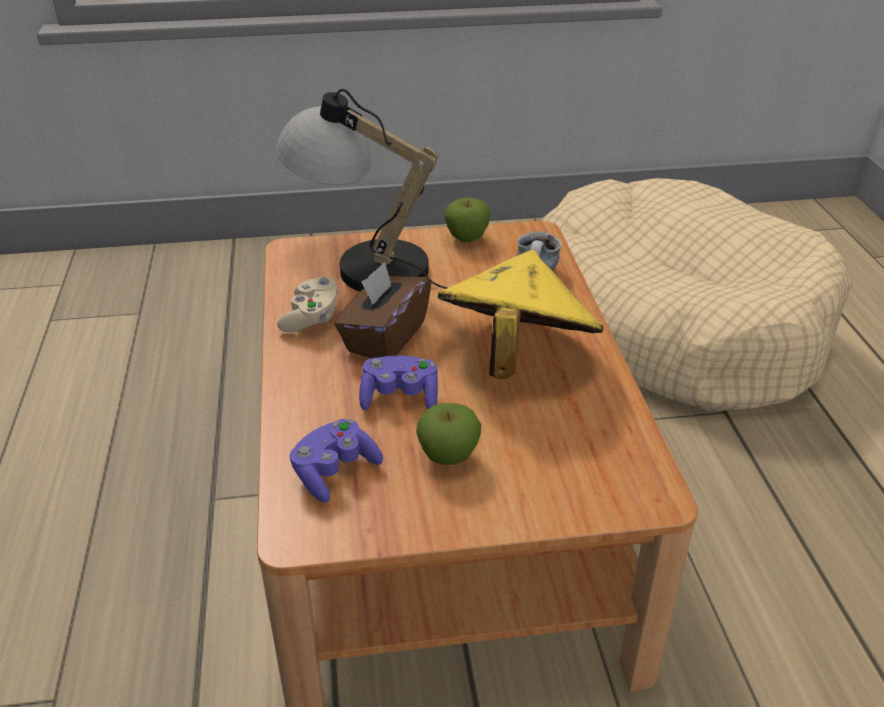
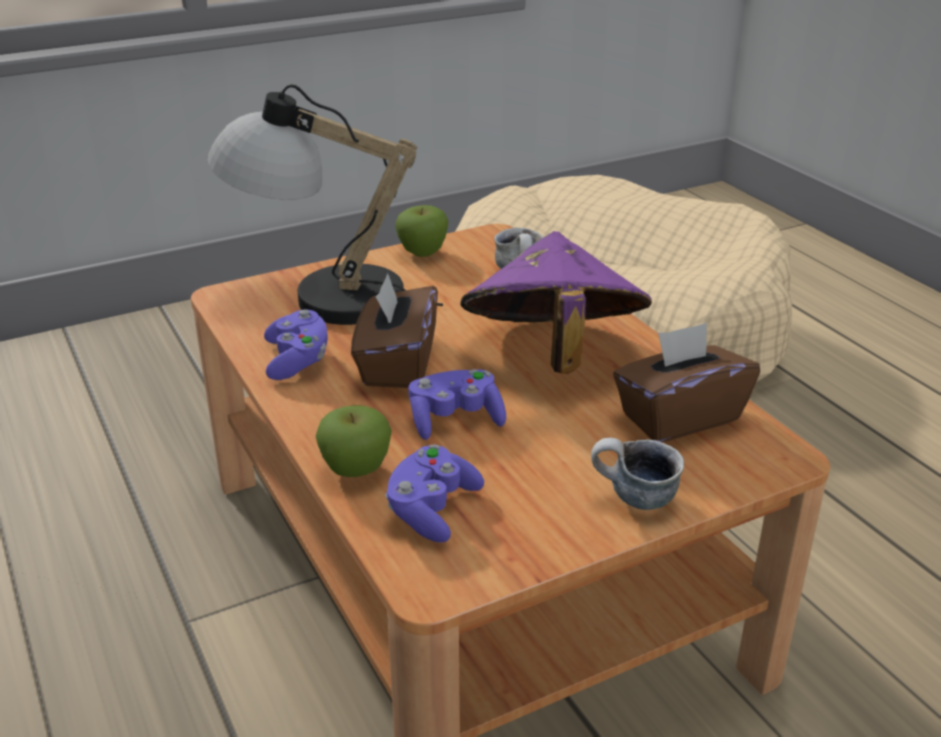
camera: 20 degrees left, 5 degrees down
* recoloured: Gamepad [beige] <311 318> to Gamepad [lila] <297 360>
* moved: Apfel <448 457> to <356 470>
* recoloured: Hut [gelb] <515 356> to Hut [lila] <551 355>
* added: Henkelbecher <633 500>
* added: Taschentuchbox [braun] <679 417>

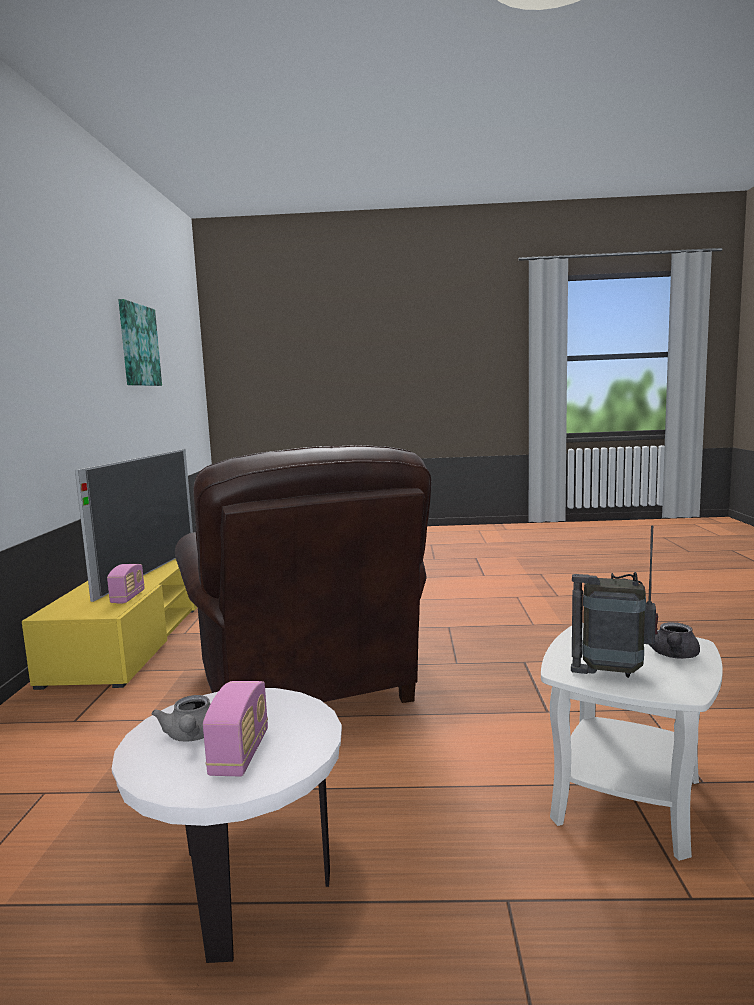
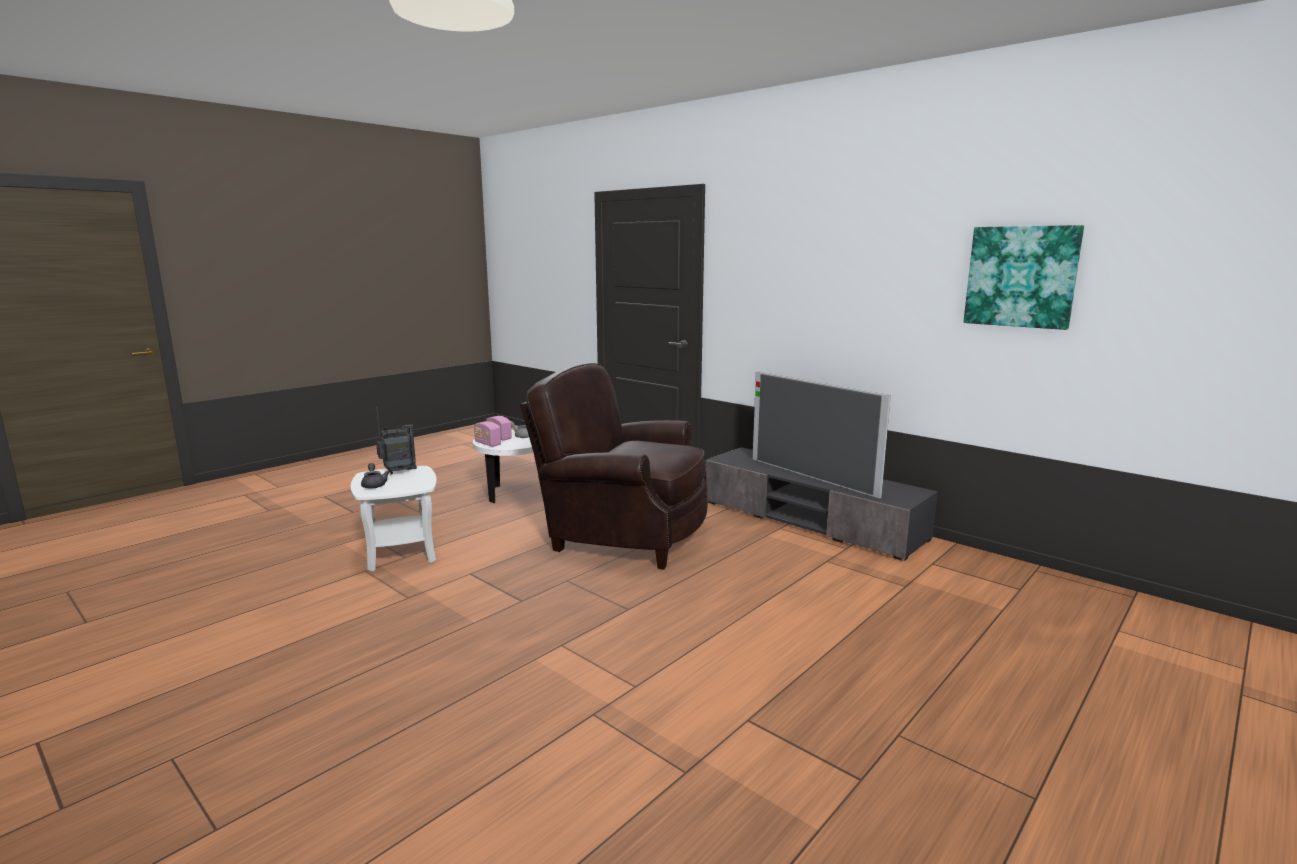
camera: 130 degrees right, 5 degrees up
* recoloured: Fernsehschrank [gelb] <143 629> to Fernsehschrank [grau] <810 520>
* moved: Radio <128 597> to <487 444>

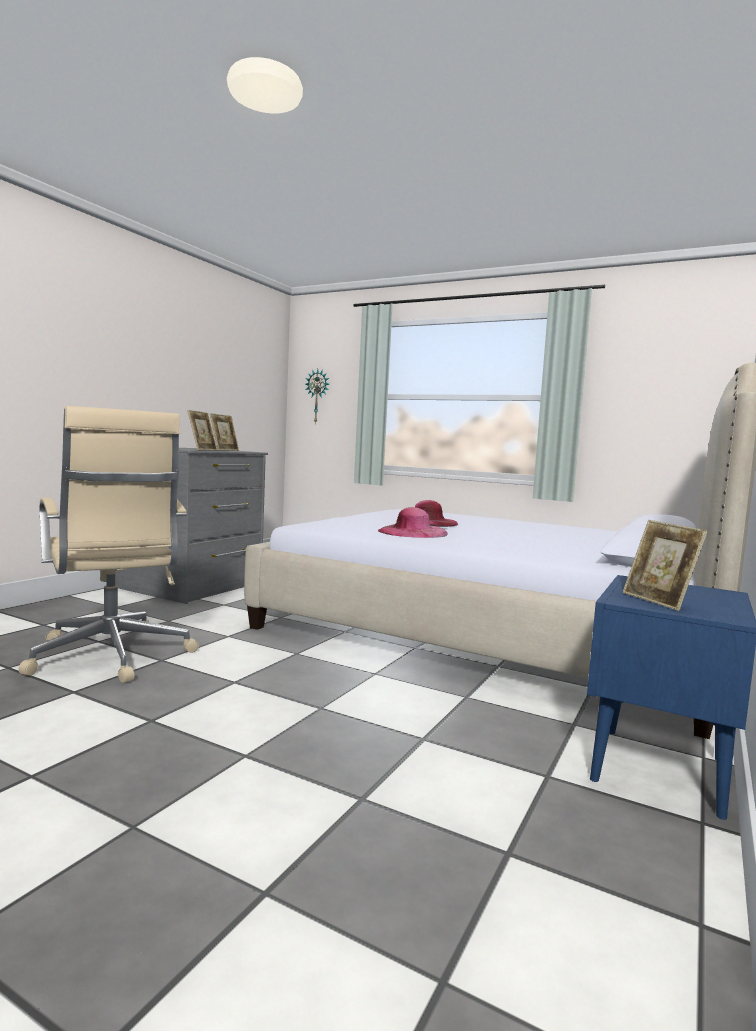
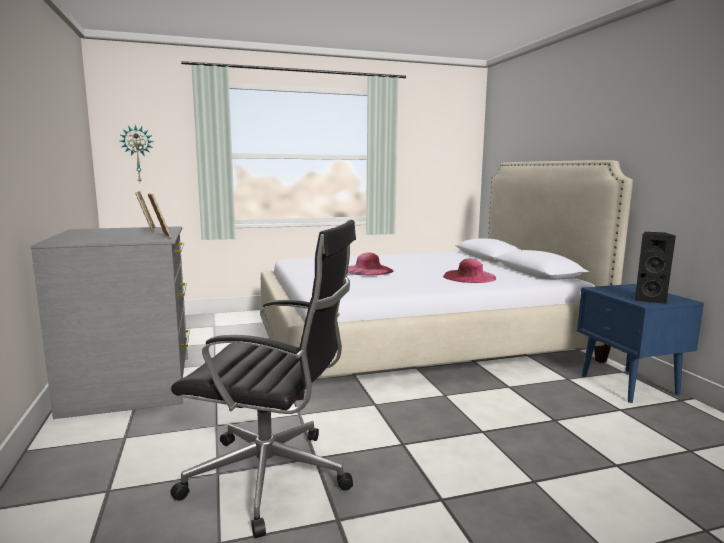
camera: 45 degrees left, 5 degrees up
* recoloured: Bürostuhl [beige] <111 657> to Bürostuhl [schwarz] <273 478>
* moved: Hut [rosa] <412 532> to <469 277>
* replaced: Bilderrahmen <658 601> to Lautsprecher [schwarz] <649 299>

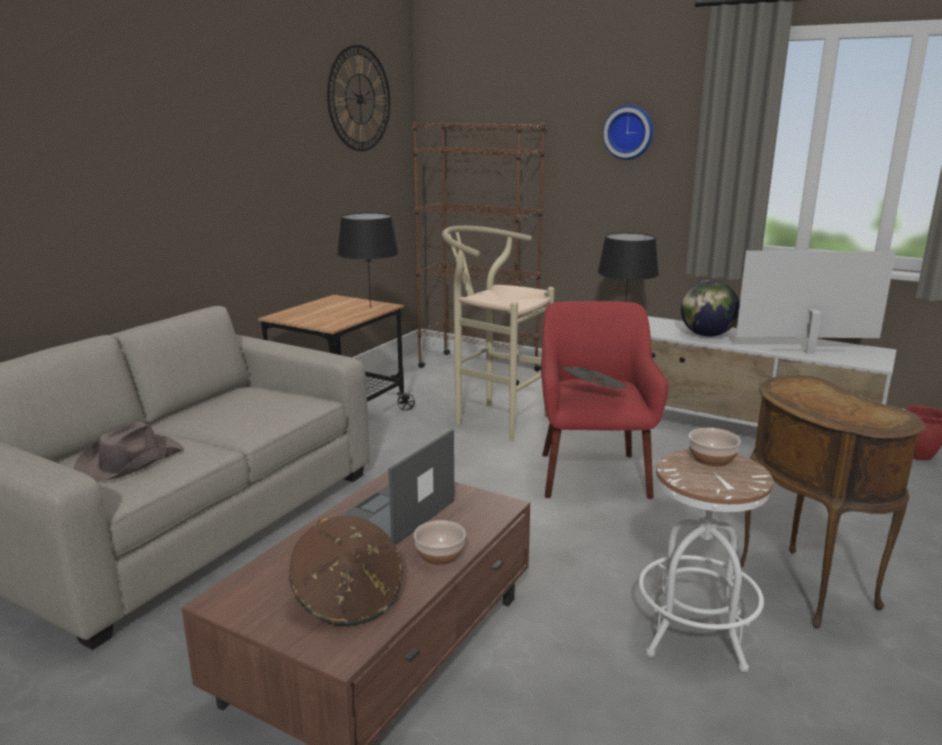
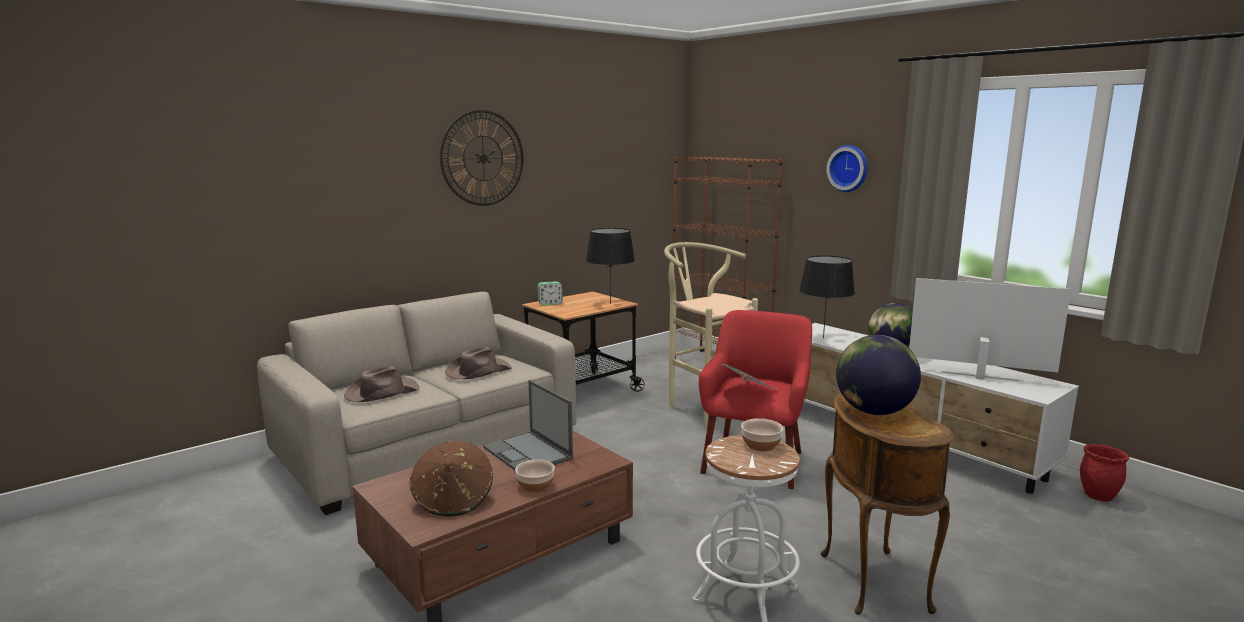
camera: 20 degrees right, 5 degrees down
* moved: Wanduhr <359 99> to <483 158>
* turned: Laptop <394 513> = <528 453> 90 degrees counterclockwise
* added: Hut [braun] <477 371>
* added: Wecker <550 303>
* added: Globus <873 411>

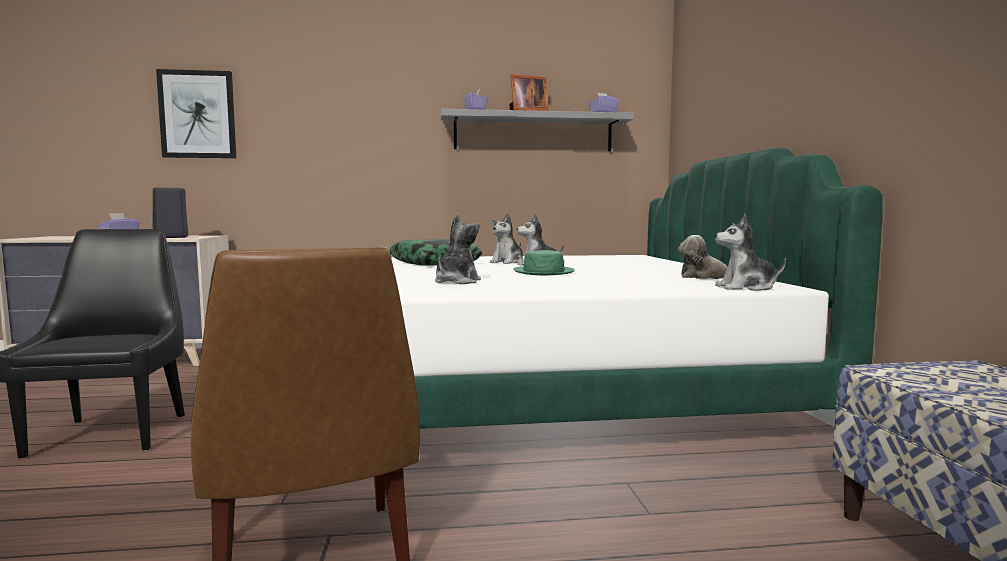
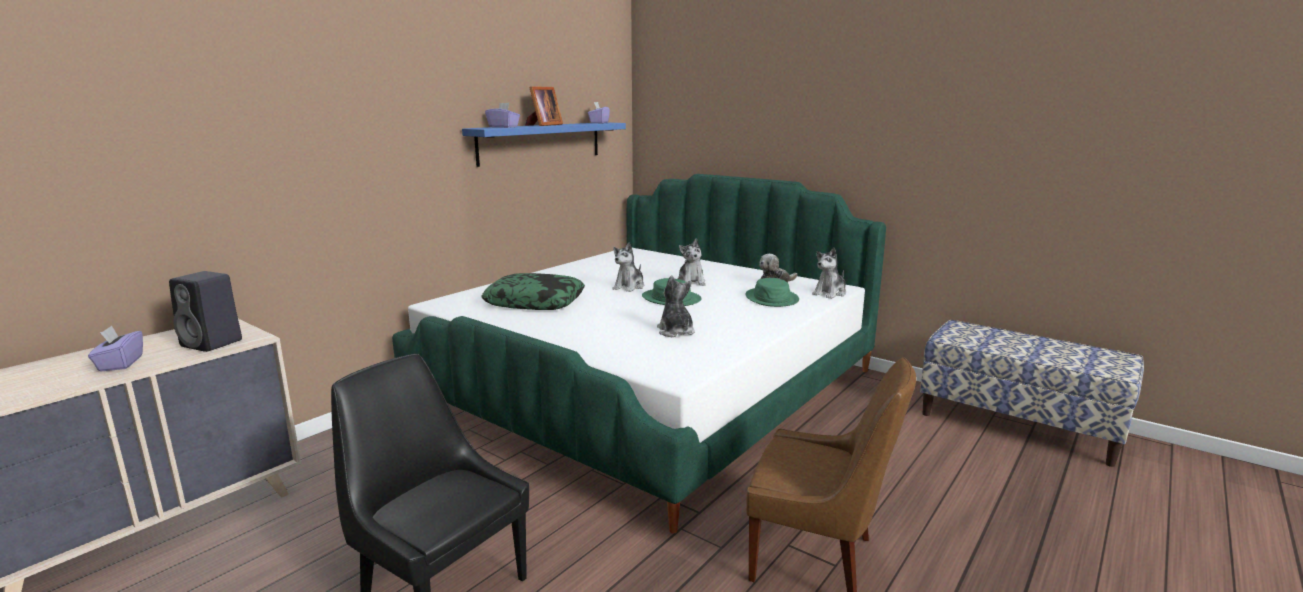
camera: 45 degrees left, 10 degrees up
* removed: Bild <197 114>
* recoloured: Wandregal [grau] <533 133> to Wandregal [blau] <541 142>
* moved: Plüschtier <508 262> to <691 282>
* added: Hut [grün] <772 298>

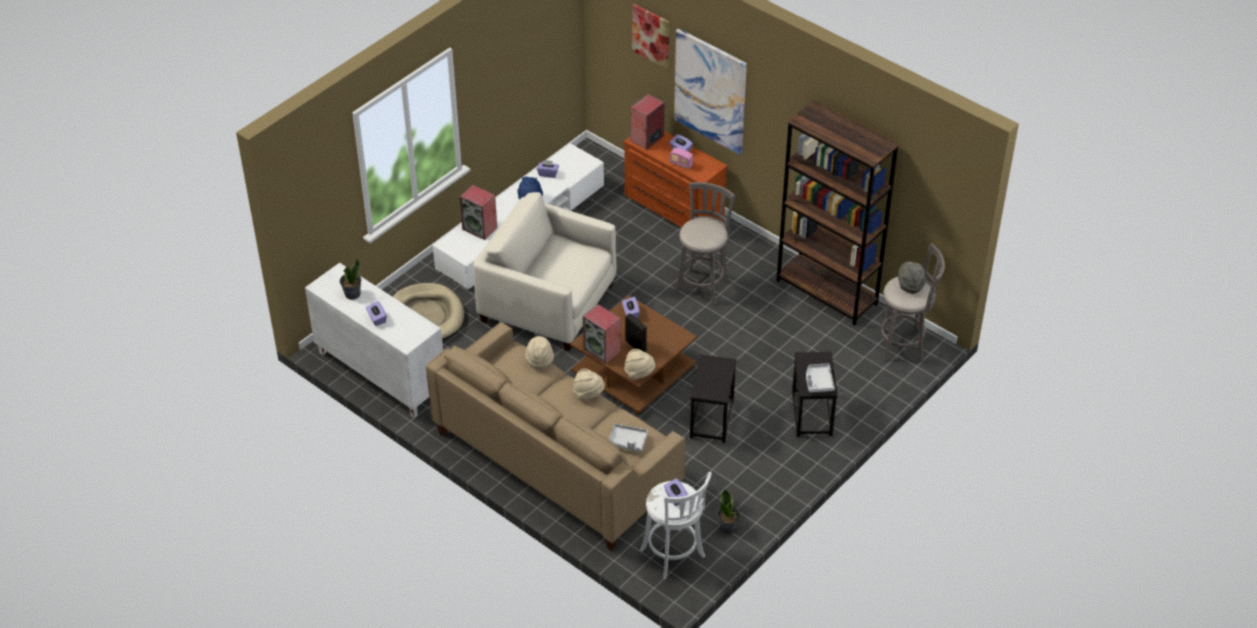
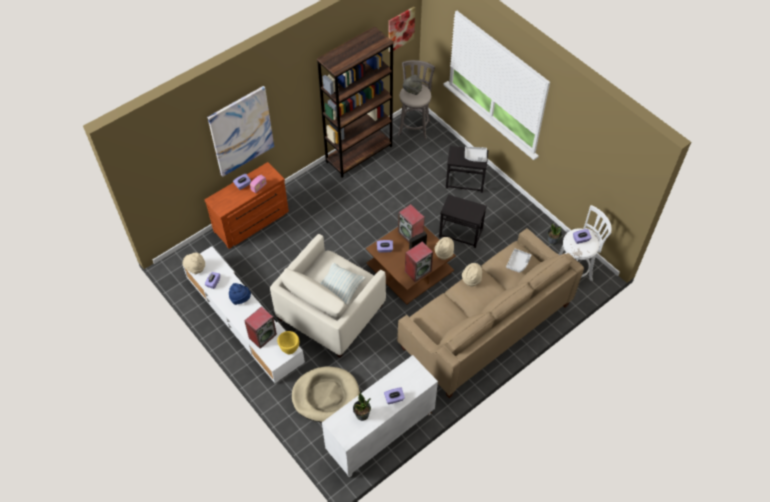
camera: 80 degrees left, 10 degrees up
* moved: Hut [beige] <539 361> to <195 268>
* moved: Lautsprecher <647 139> to <411 234>
* moved: Bild <651 35> to <400 29>
* removed: Hocker [grau] <702 284>
* added: Schüssel [gelb] <289 348>
* added: Kissen <340 289>

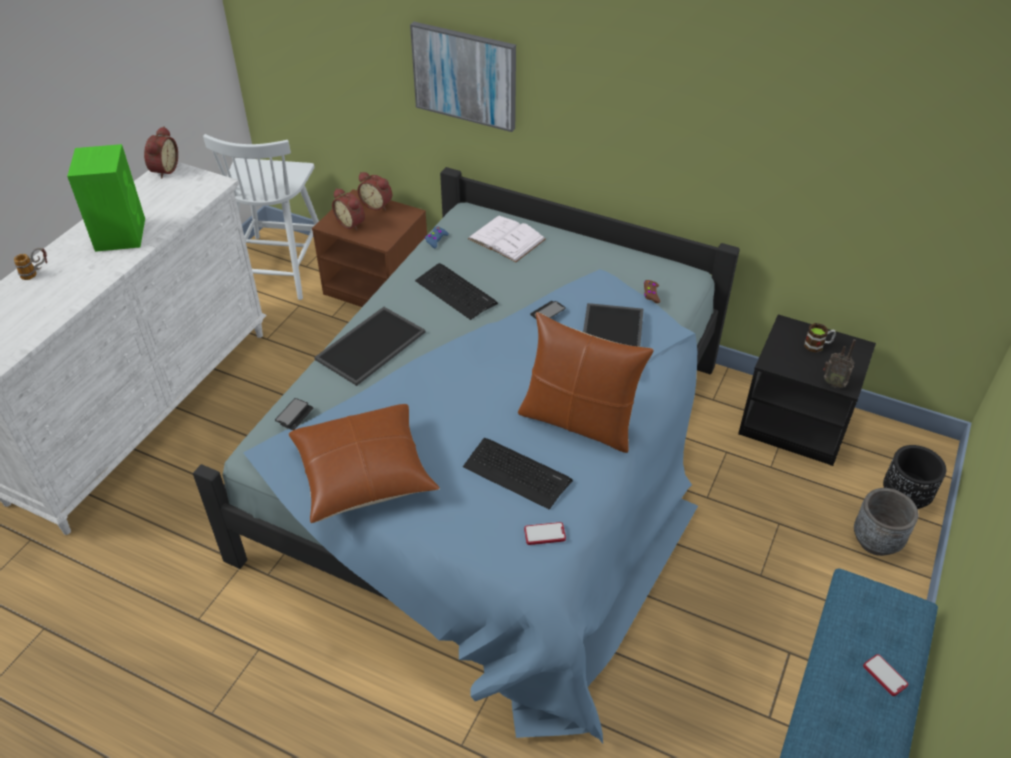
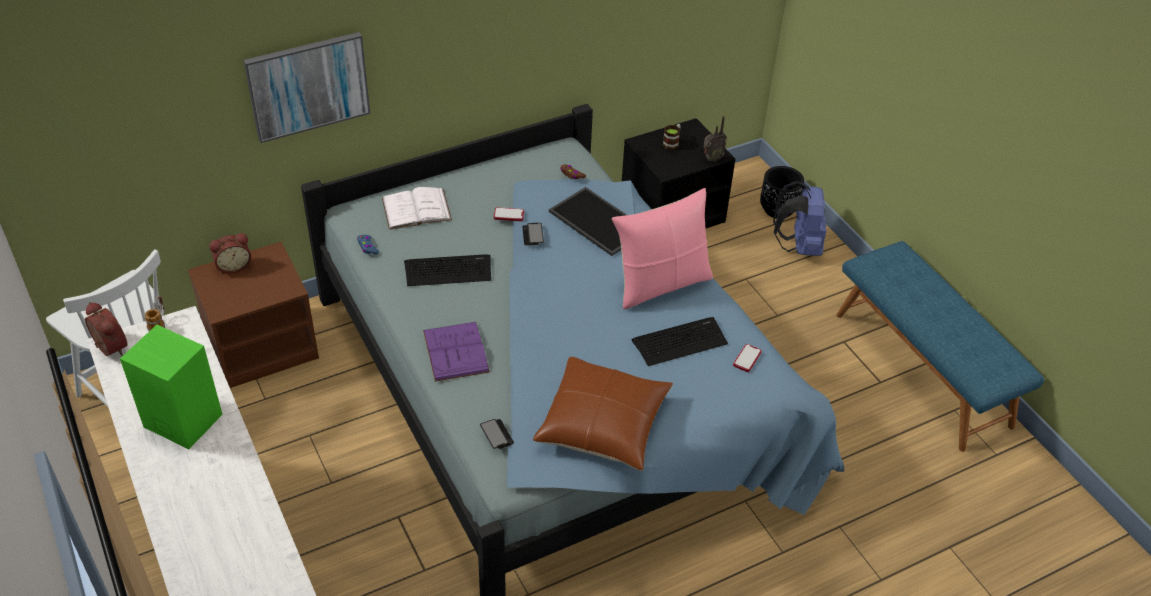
camera: 55 degrees left, 0 degrees up
* moved: Henkelbecher <36 272> to <159 324>
* replaced: Tablett <370 344> to Buch [lila] <456 351>
* removed: Wecker <352 223>
* recoloured: Kissen [braun] <578 421> to Kissen [rosa] <661 284>
* replaced: Pflanzkübel [grau] <876 541> to Rucksack [blau] <798 246>
* moved: Handy <885 675> to <509 215>

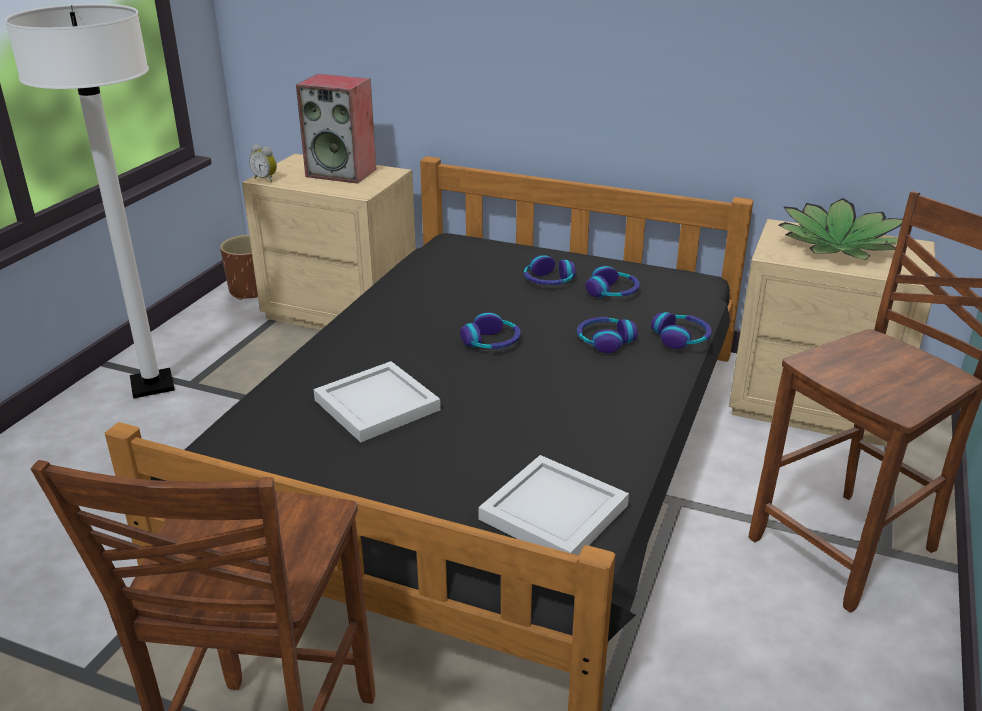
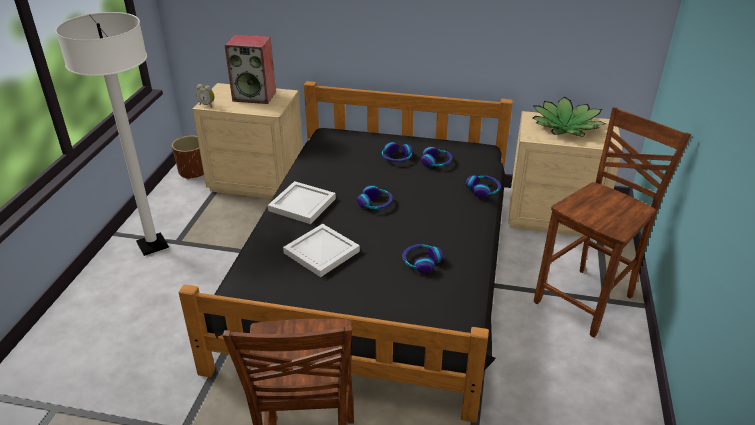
camera: 10 degrees left, 5 degrees up
* moved: Tablett [weiß] <554 514> to <302 205>
* moved: Kopfhörer <604 341> to <421 262>

